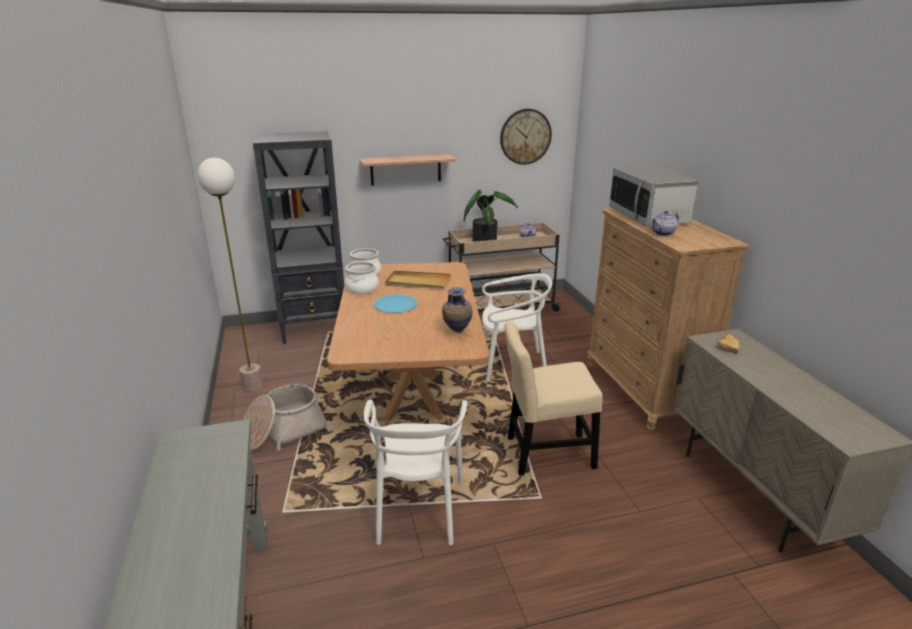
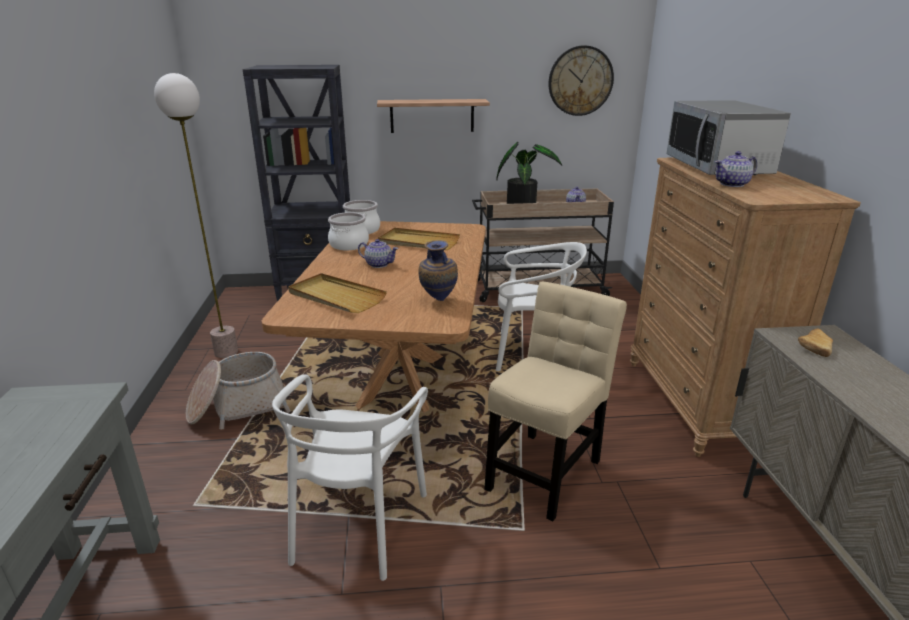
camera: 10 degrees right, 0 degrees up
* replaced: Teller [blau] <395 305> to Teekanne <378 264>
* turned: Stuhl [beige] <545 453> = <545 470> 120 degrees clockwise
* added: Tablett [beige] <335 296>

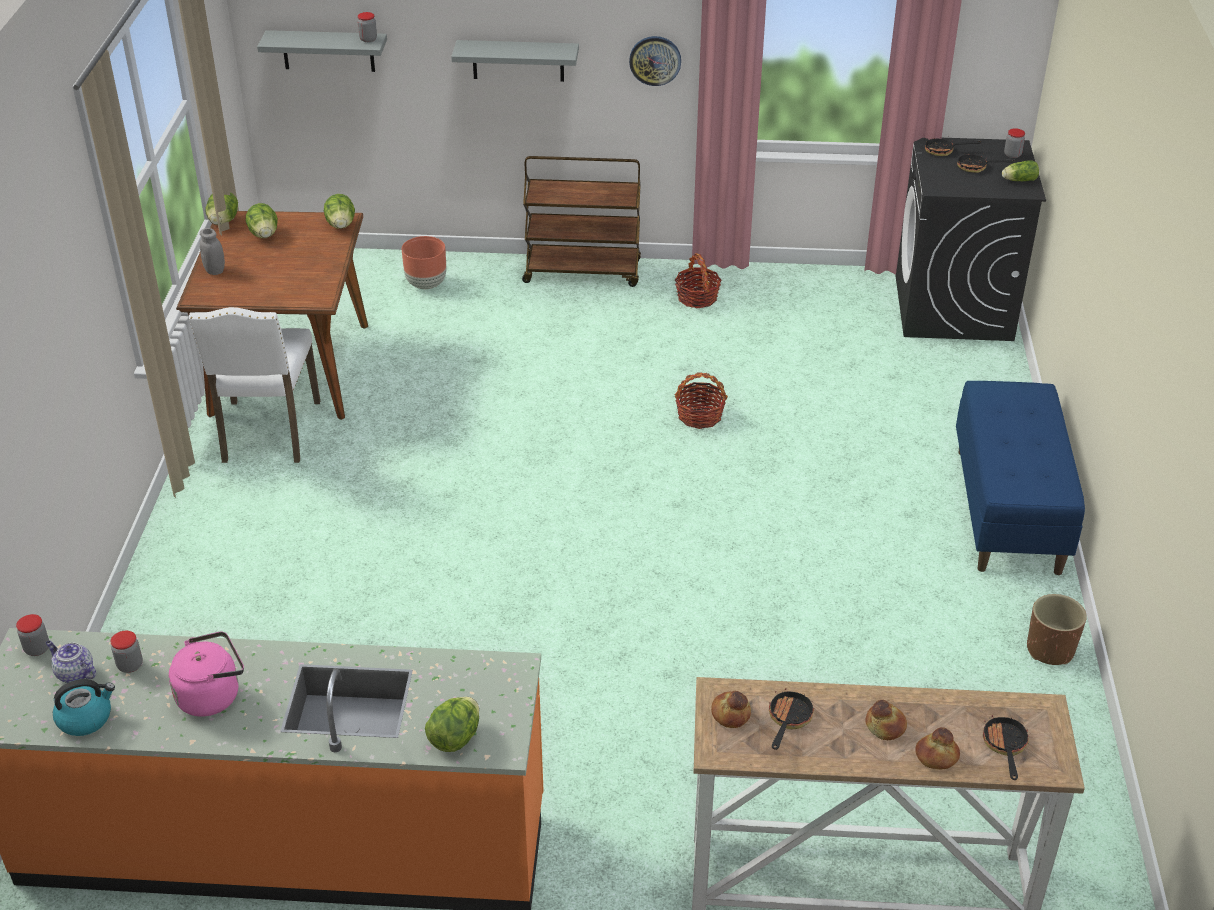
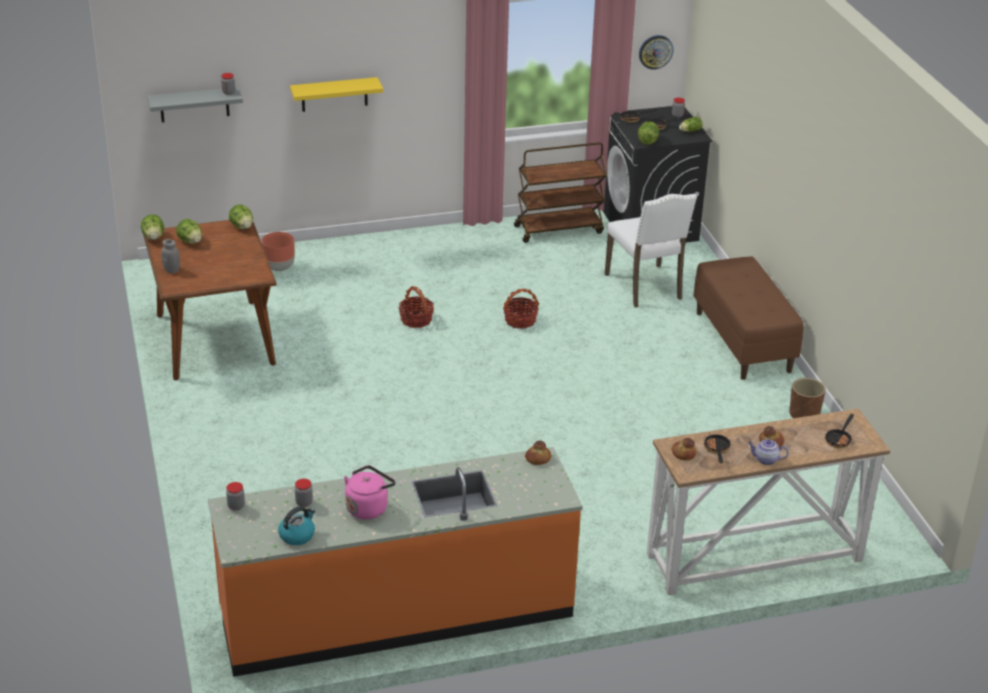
camera: 20 degrees left, 5 degrees down
* moved: Teekanne <74 673> to <765 460>
* moved: Stuhl [weiß] <268 433> to <646 287>
* moved: Salatkopf <455 738> to <647 141>
* recoloured: Wandregal [grau] <518 60> to Wandregal [gelb] <334 94>
* moved: Rollwagen [braun] <583 271> to <559 229>
* moved: Wanduhr <655 60> to <655 51>
* moved: Korb <697 298> to <416 320>
* moved: Brot <936 756> to <538 459>
* recoloured: Bank [blau] <1009 510> to Bank [braun] <743 342>
* turned: Pfanne <1004 746> = <839 439> 135 degrees counterclockwise

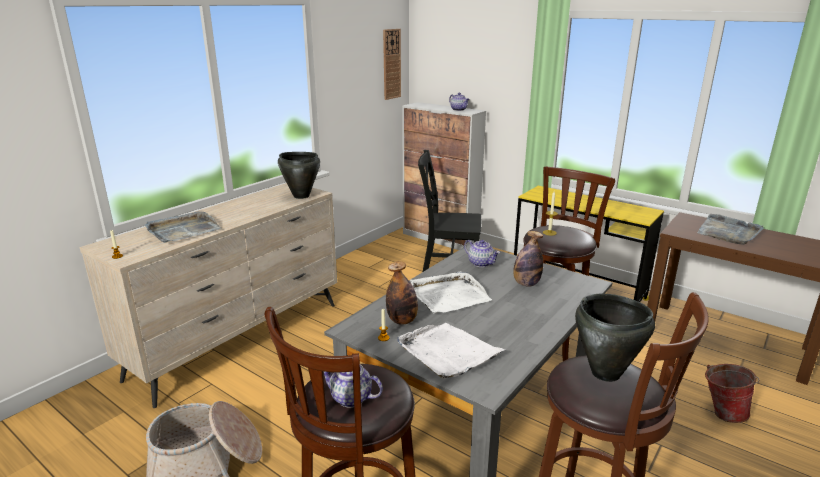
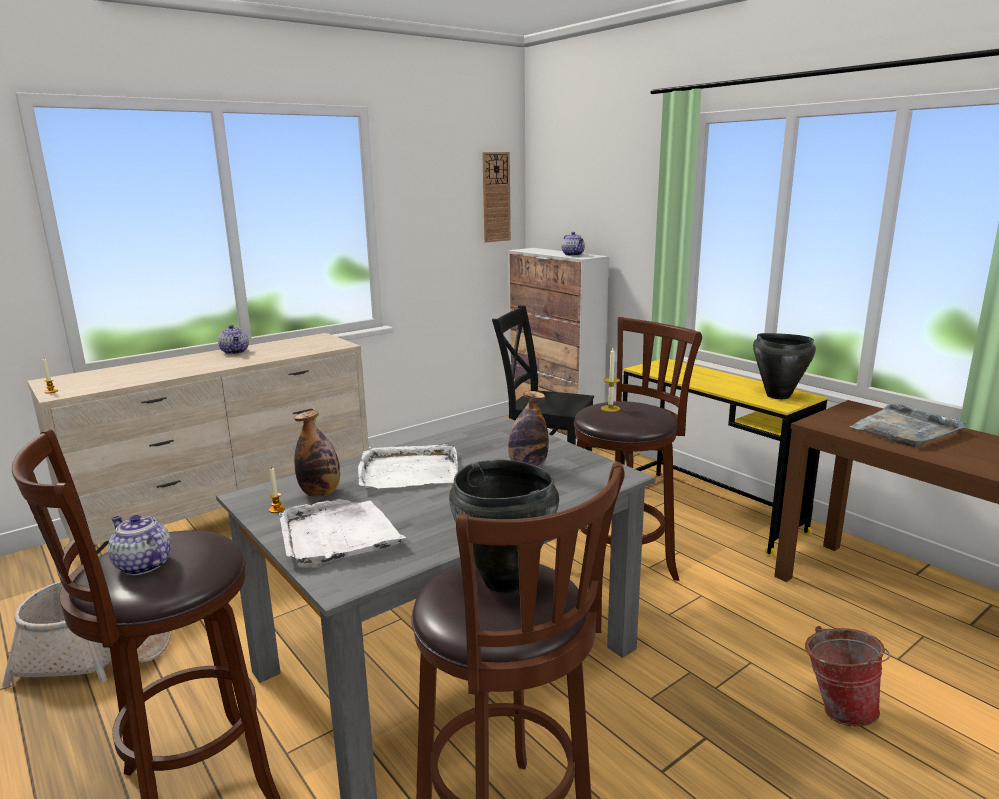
camera: 15 degrees right, 5 degrees down
* removed: Tablett [grau] <183 230>
* moved: Kochtopf [schwarz] <301 196> to <777 395>
* moved: Teekanne <481 263> to <235 352>

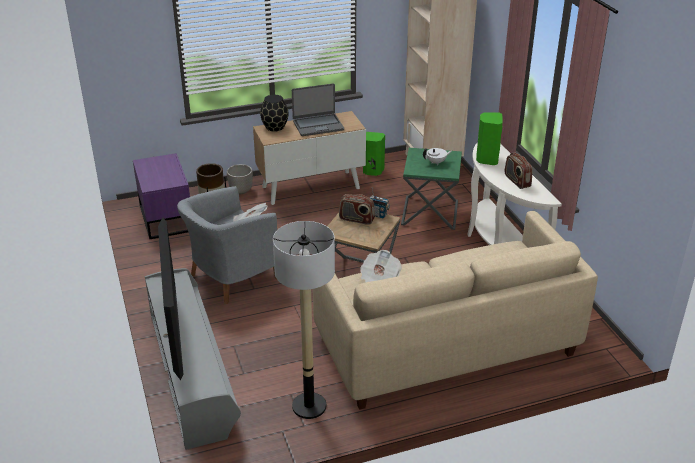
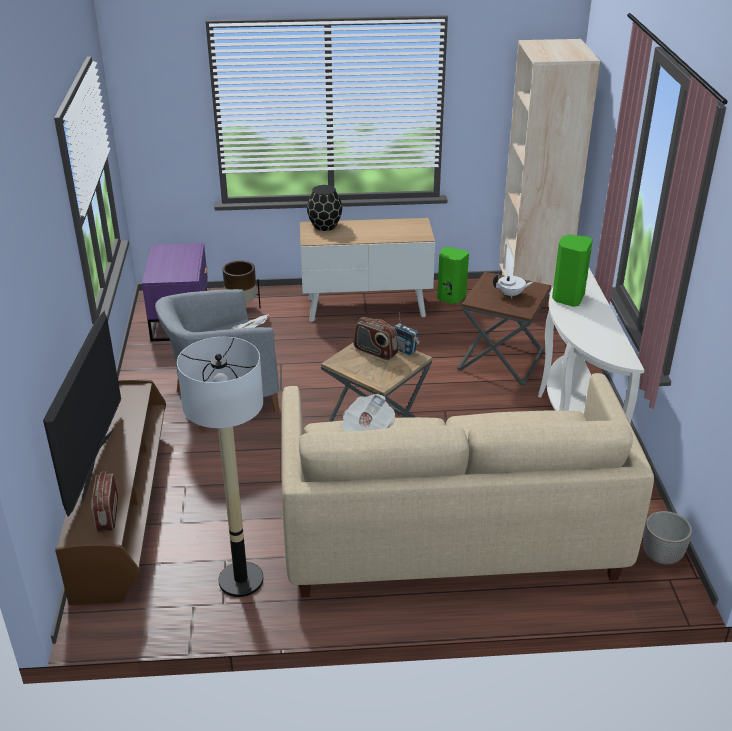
camera: 15 degrees right, 0 degrees up
* recoloured: Fernsehschrank [grau] <193 371> to Fernsehschrank [braun] <124 508>
* moved: Pflanzkübel <241 191> to <662 557>
* removed: Laptop <318 125>
* recoloured: Beistelltisch [grün] <430 213> to Beistelltisch [braun] <501 360>
* moved: Radio <517 181> to <107 515>

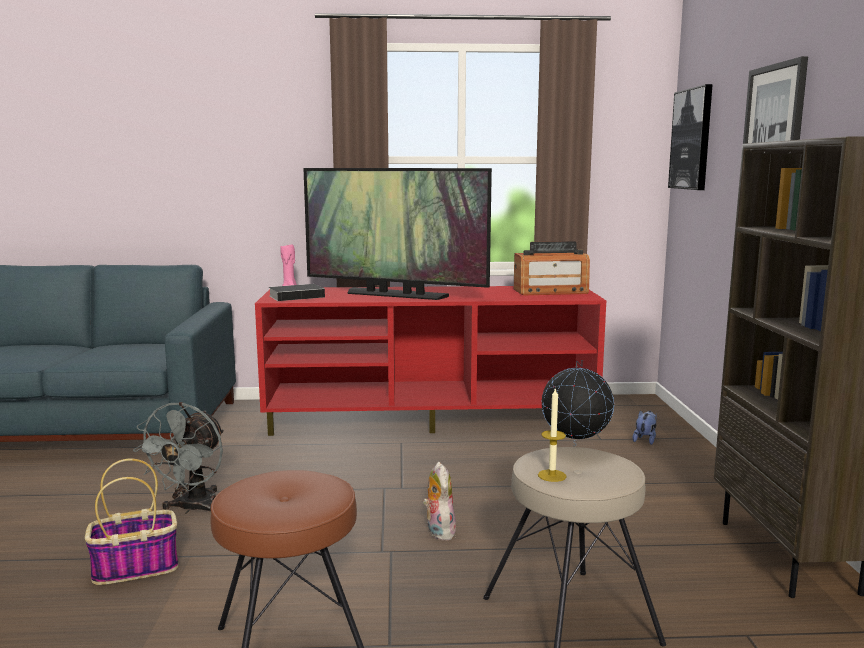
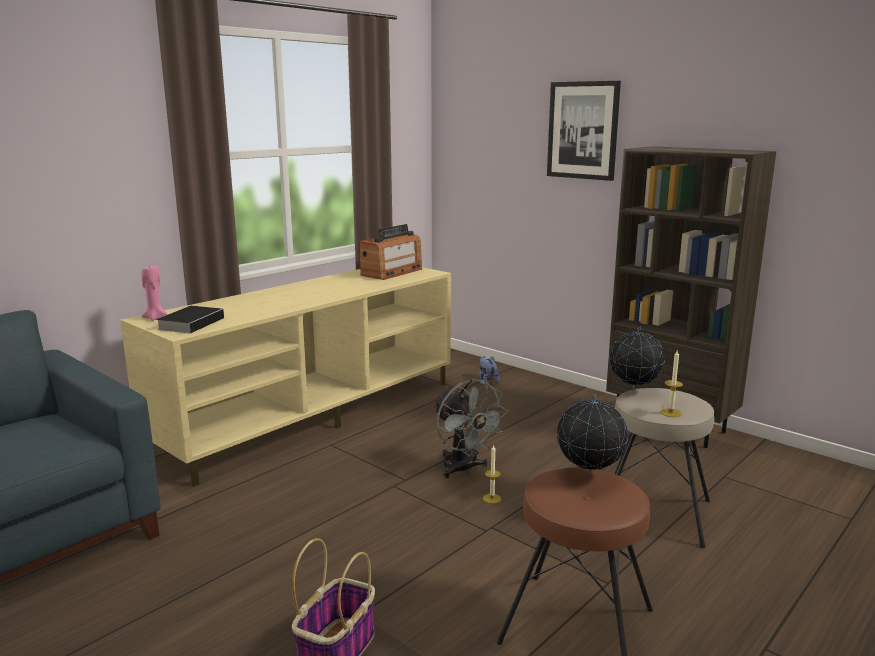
camera: 45 degrees left, 5 degrees up
* moved: Ventilator [grau] <192 509> to <464 469>
* recoloured: Fernsehschrank [rot] <431 418> to Fernsehschrank [beige] <313 415>
* removed: Fernseher <395 295>
* replaced: Plüschtier <438 531> to Kerze <492 498>
* removed: Bild <692 139>
* added: Globus <589 474>

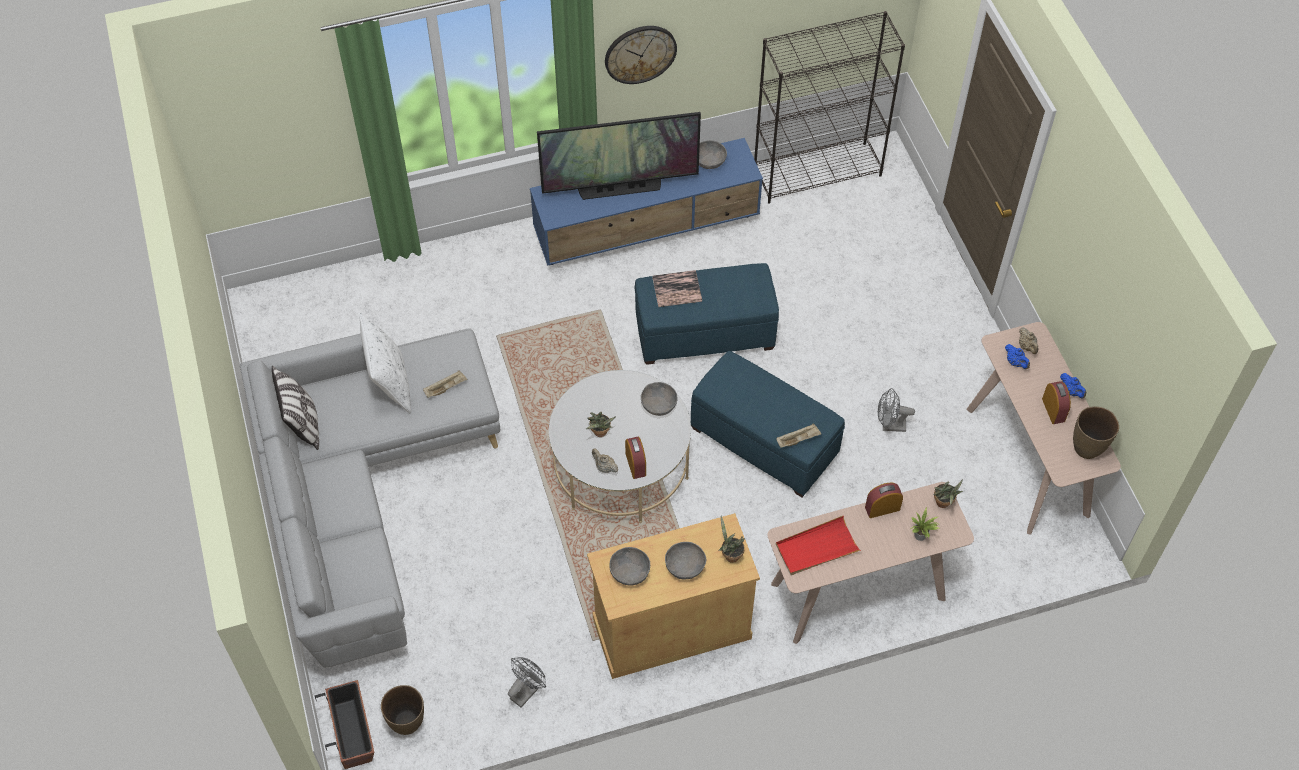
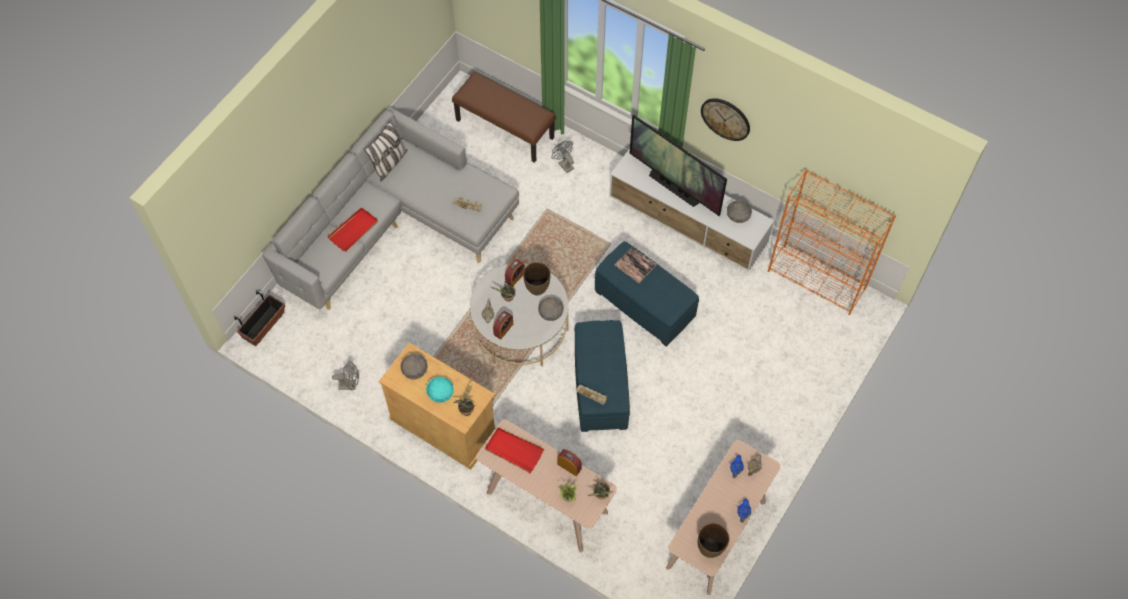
camera: 50 degrees right, 5 degrees up
* removed: Kissen [weiß] <390 384>
* moved: Vase [braun] <408 723> to <537 289>
* recoloured: Fernsehschrank [blau] <648 229> to Fernsehschrank [weiß] <687 226>
* recoloured: Schüssel [grau] <685 567> to Schüssel [türkis] <440 393>
* recoloured: Bücherregal [schwarz] <818 172> to Bücherregal [orange] <817 280>
* moved: Ventilator [grau] <889 426> to <564 164>
* moved: Wecker <1053 410> to <515 277>
* added: Tablett [rot] <354 230>
* added: Bank [braun] <505 129>

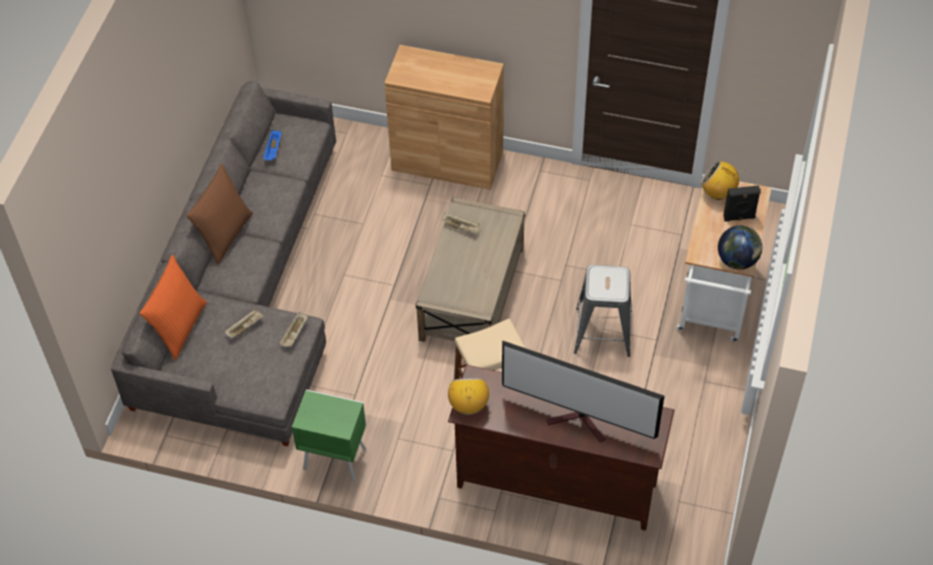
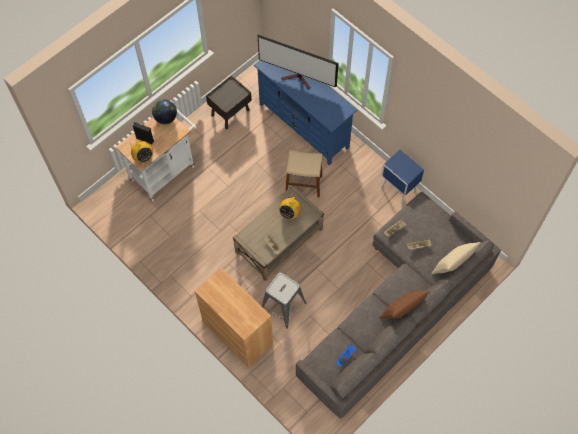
camera: 150 degrees left, 10 degrees up
* recoloured: Kissen [orange] <179 327> to Kissen [beige] <452 266>
* recoloured: Nachttisch [grün] <333 458> to Nachttisch [blau] <398 190>
* recoloured: Fernsehschrank [braun] <556 485> to Fernsehschrank [blau] <304 125>
* moved: Radio <468 406> to <290 213>
* turned: Fernseher <580 422> = <298 79> 150 degrees clockwise
* moved: Hocker [grau] <602 331> to <283 306>
* added: Nachttisch [braun] <230 112>

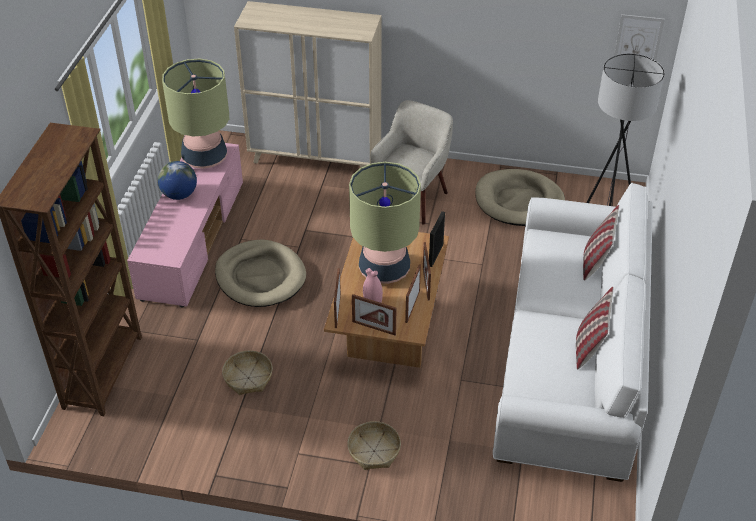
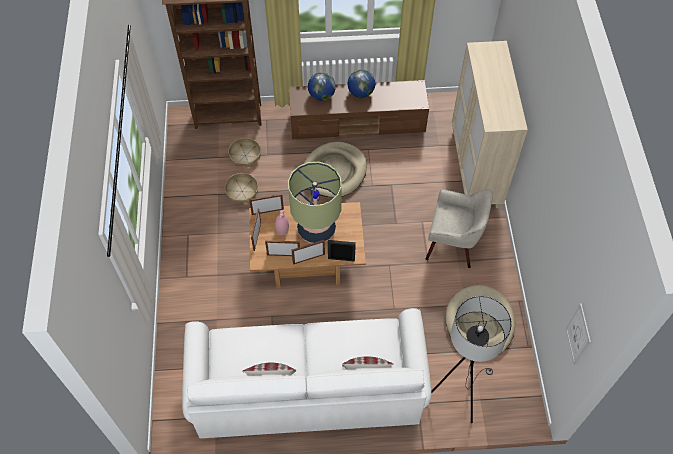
camera: 75 degrees right, 15 degrees up
* recoloured: Fernsehschrank [rosa] <192 239> to Fernsehschrank [braun] <358 122>
* removed: Tischlampe <205 158>
* moved: Korb <374 451> to <245 155>
* added: Globus <321 95>

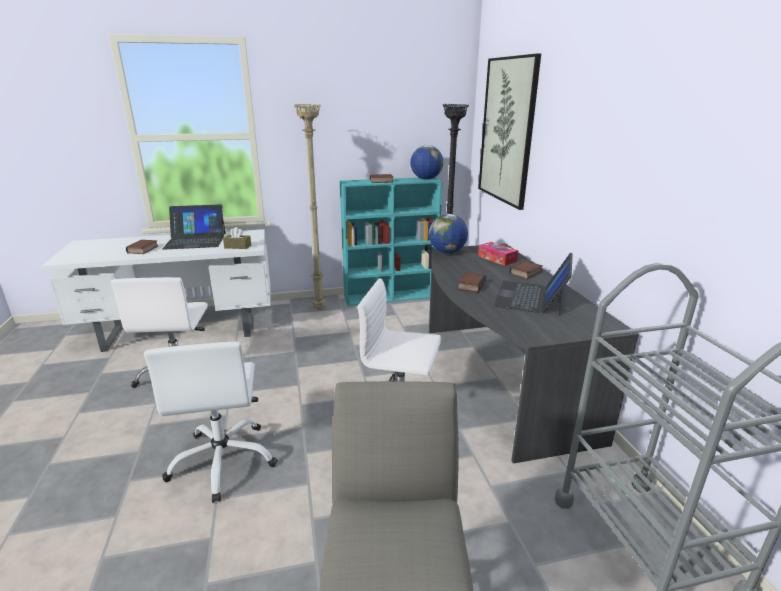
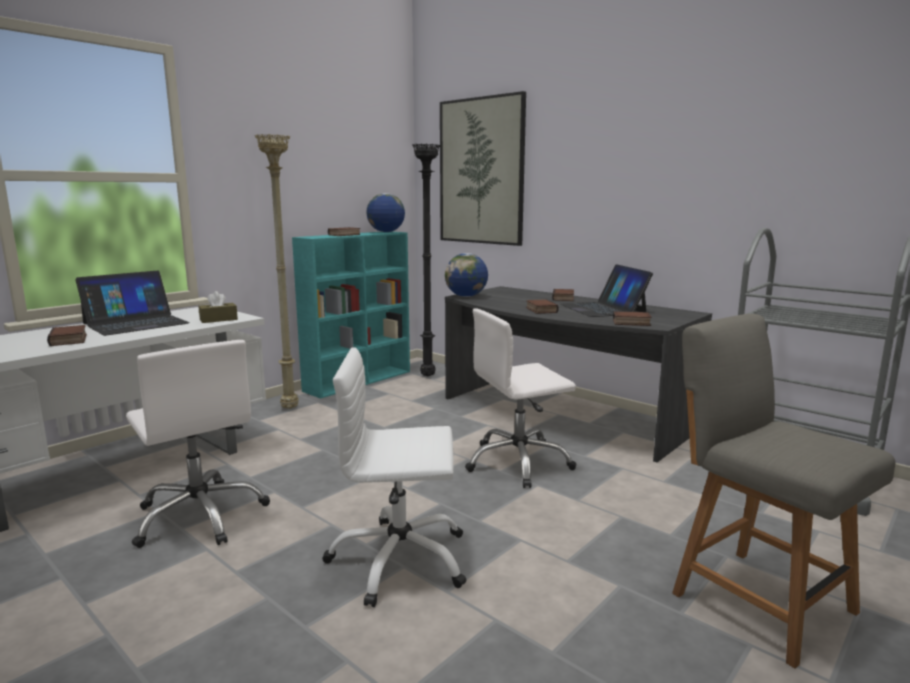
camera: 35 degrees left, 10 degrees down
* turned: Bürostuhl [weiß] <224 460> = <399 560> 135 degrees clockwise
* removed: Taschentuchbox <497 259>
* added: Buch <631 323>

